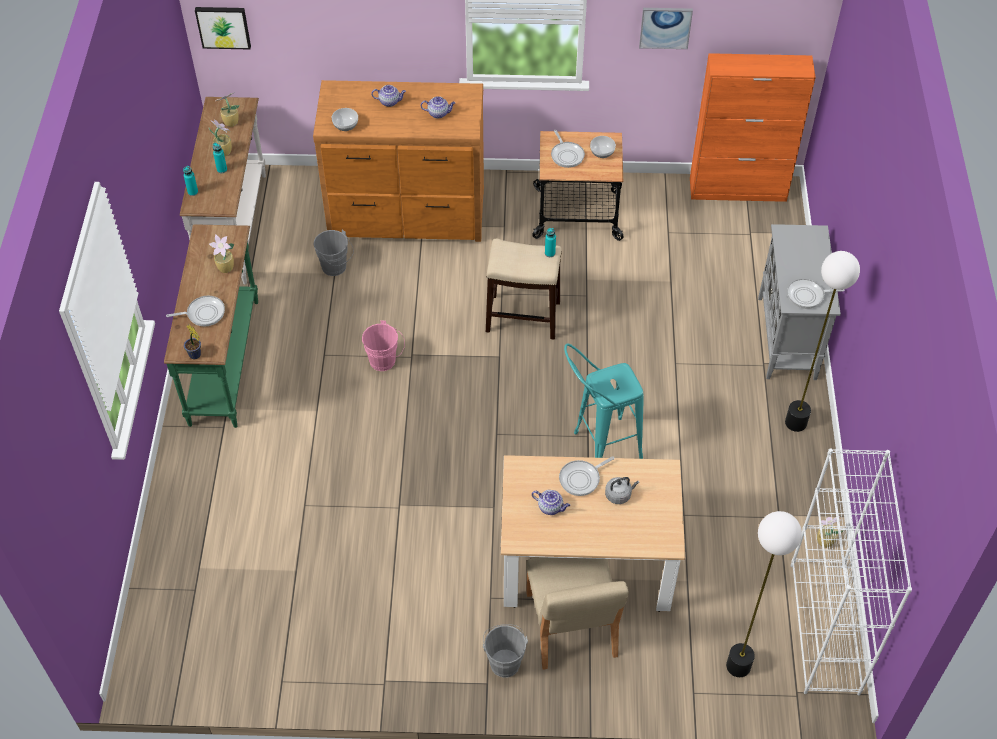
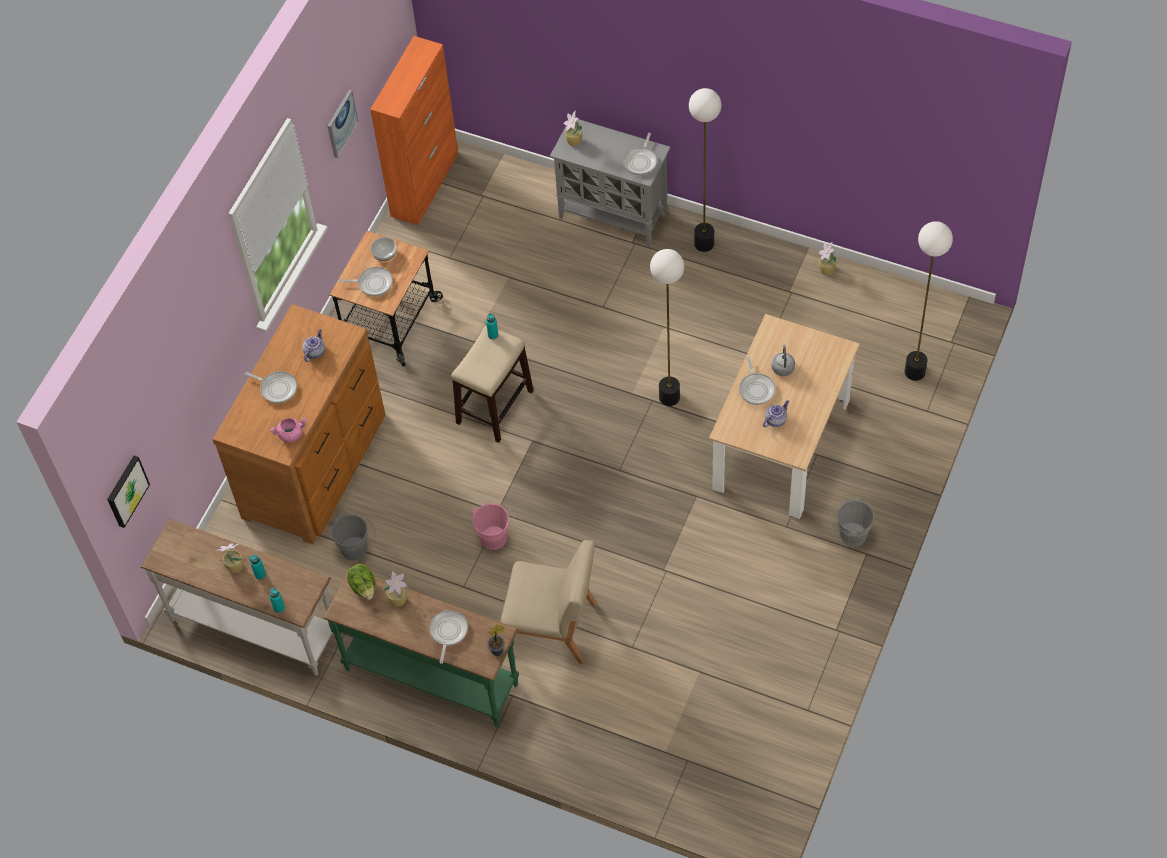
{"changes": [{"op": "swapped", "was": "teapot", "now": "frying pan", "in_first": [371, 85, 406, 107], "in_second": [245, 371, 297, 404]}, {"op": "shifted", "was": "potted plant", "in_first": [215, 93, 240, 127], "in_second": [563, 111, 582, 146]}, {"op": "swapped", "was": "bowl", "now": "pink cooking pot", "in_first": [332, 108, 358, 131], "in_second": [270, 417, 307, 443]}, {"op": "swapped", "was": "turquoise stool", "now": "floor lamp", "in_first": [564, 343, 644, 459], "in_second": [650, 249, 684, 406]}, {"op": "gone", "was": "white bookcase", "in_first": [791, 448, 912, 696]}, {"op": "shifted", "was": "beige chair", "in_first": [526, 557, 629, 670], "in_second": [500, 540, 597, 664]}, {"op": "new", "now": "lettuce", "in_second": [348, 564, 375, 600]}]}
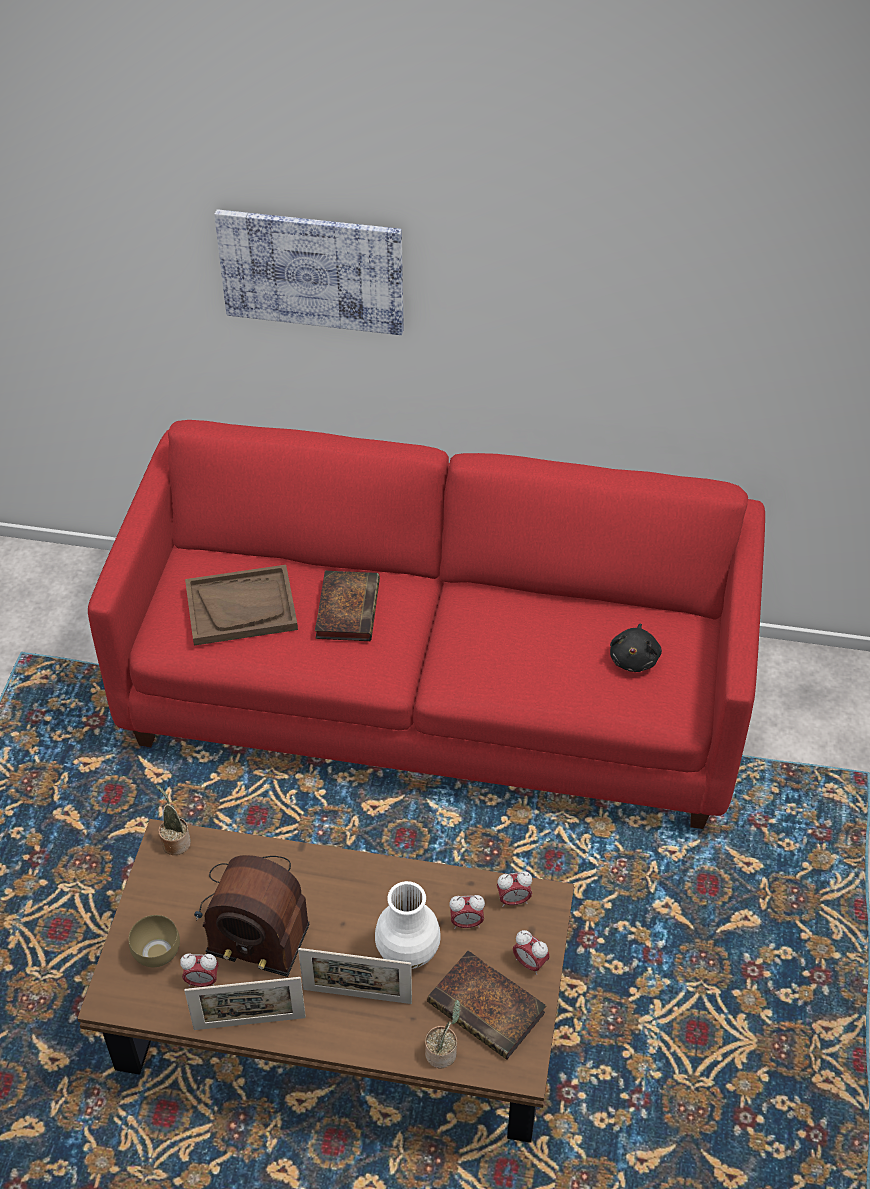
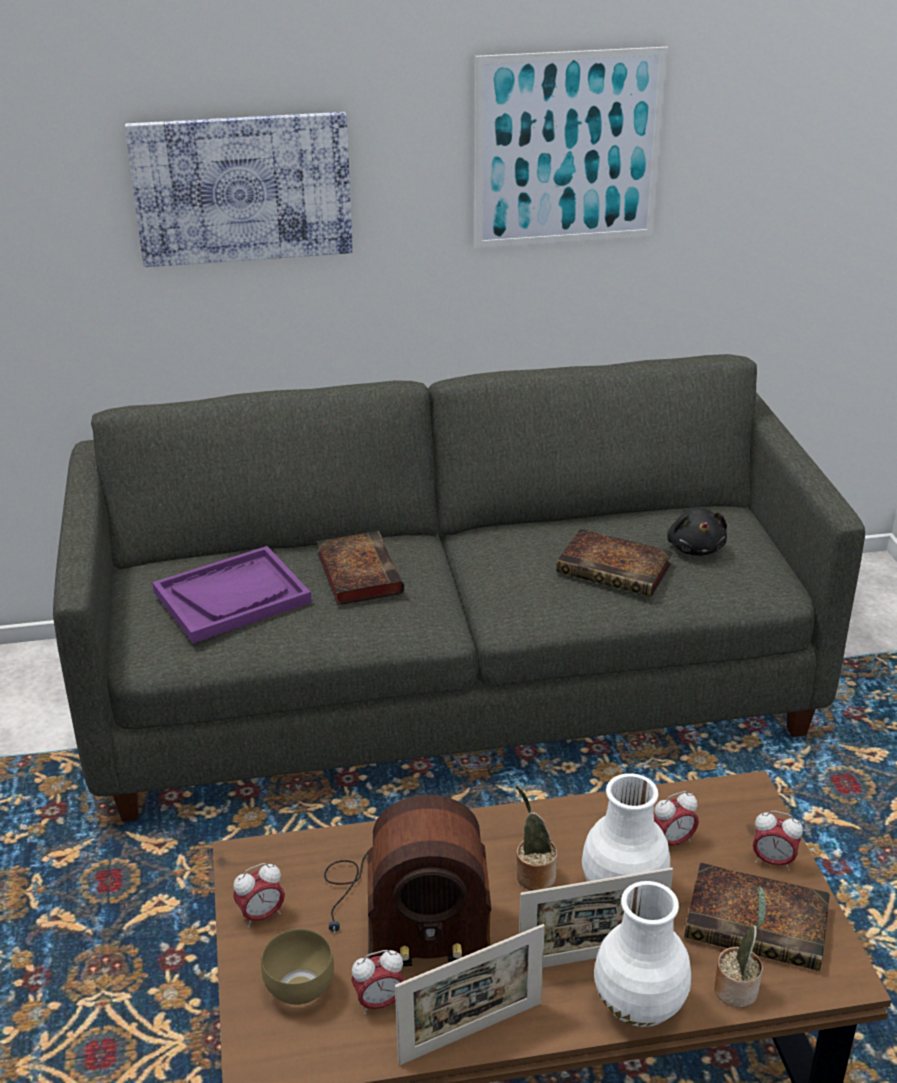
{"changes": [{"op": "repainted", "was": "red sofa", "now": "grey sofa", "in_first": [88, 420, 765, 829], "in_second": [53, 354, 865, 821]}, {"op": "repainted", "was": "brown tray", "now": "purple tray", "in_first": [185, 565, 298, 646], "in_second": [152, 546, 312, 643]}, {"op": "shifted", "was": "potted plant", "in_first": [156, 785, 191, 855], "in_second": [516, 785, 557, 891]}, {"op": "shifted", "was": "alarm clock", "in_first": [497, 872, 532, 907], "in_second": [233, 863, 285, 928]}, {"op": "new", "now": "picture", "in_second": [475, 47, 668, 248]}, {"op": "new", "now": "book", "in_second": [556, 529, 673, 597]}, {"op": "new", "now": "white vase", "in_second": [594, 881, 691, 1027]}]}
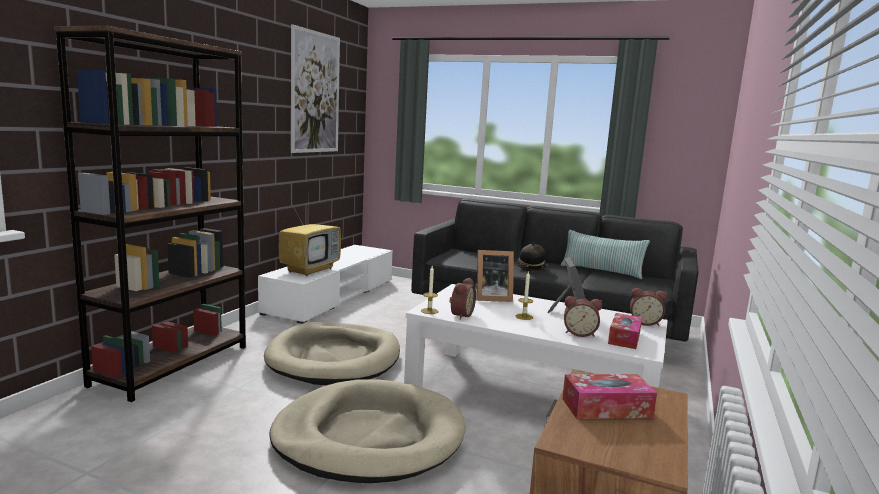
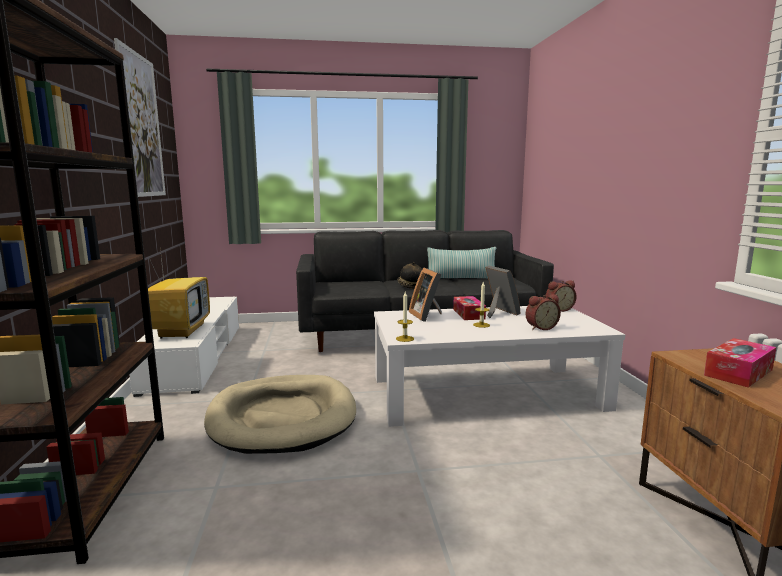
{"changes": [{"op": "rotated", "was": "picture frame", "in_first": [475, 250, 514, 302], "in_second": [409, 267, 442, 322], "clockwise": 105}, {"op": "gone", "was": "alarm clock", "in_first": [450, 278, 476, 320]}, {"op": "shifted", "was": "tissue box", "in_first": [608, 313, 642, 349], "in_second": [453, 296, 486, 320]}, {"op": "gone", "was": "beige dog bed", "in_first": [269, 379, 466, 483]}]}
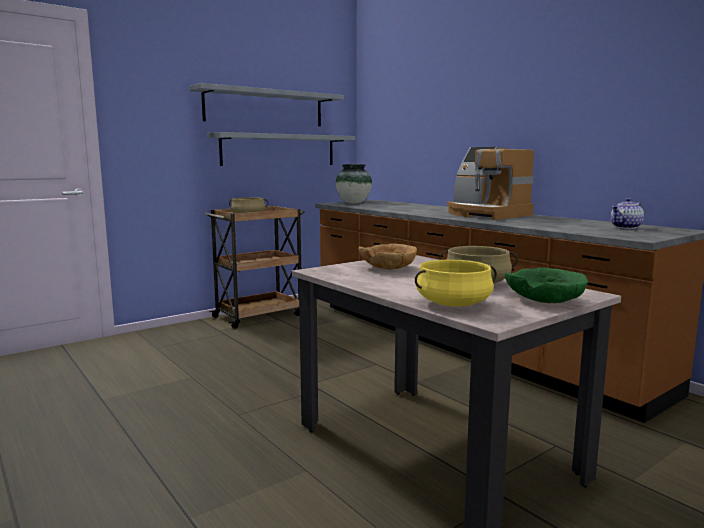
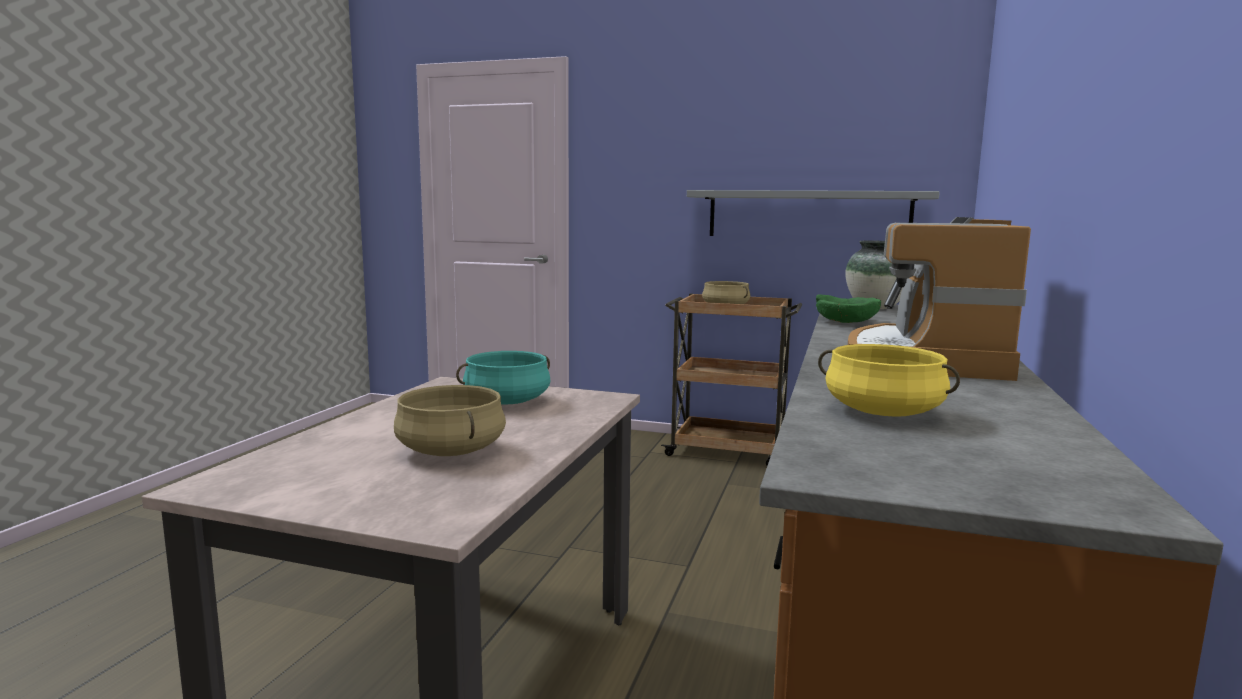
{"changes": [{"op": "gone", "was": "grey shelf", "in_first": [189, 83, 344, 126]}, {"op": "gone", "was": "teapot", "in_first": [611, 198, 644, 229]}, {"op": "swapped", "was": "brown bowl", "now": "turquoise cooking pot", "in_first": [358, 243, 417, 270], "in_second": [456, 351, 550, 404]}, {"op": "shifted", "was": "yellow cooking pot", "in_first": [415, 259, 497, 307], "in_second": [818, 344, 960, 417]}, {"op": "shifted", "was": "green bowl", "in_first": [505, 267, 588, 303], "in_second": [816, 294, 881, 323]}]}
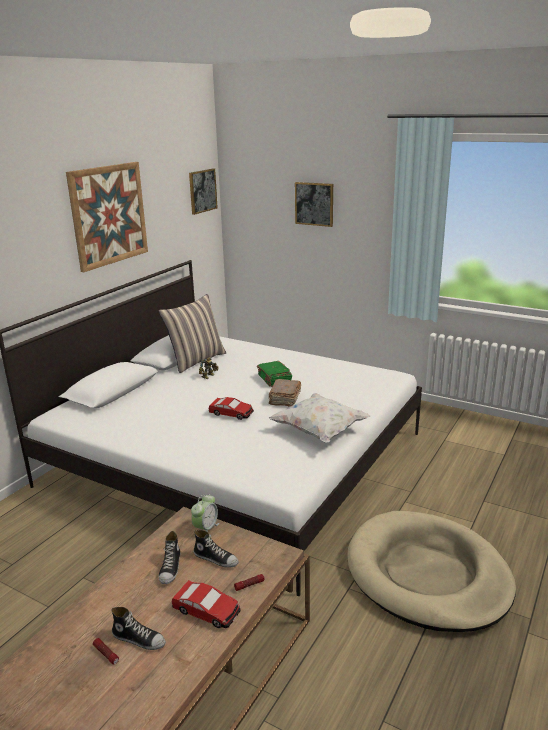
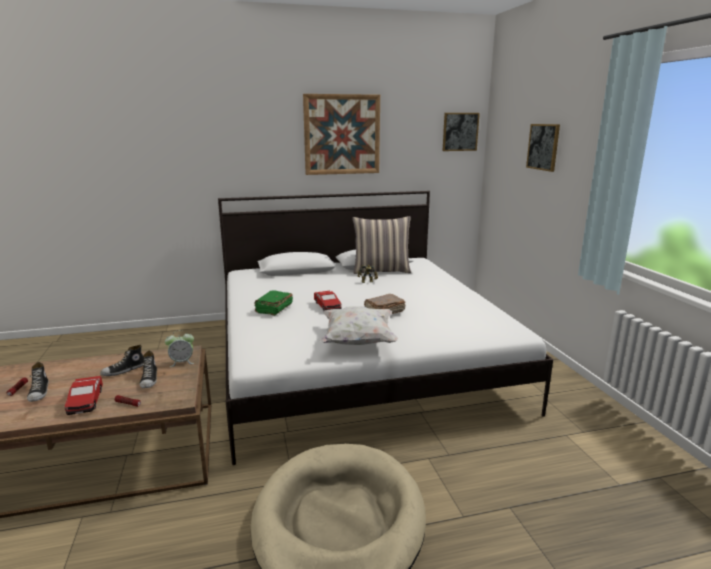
{"changes": [{"op": "shifted", "was": "green book", "in_first": [257, 361, 292, 387], "in_second": [255, 290, 293, 316]}]}
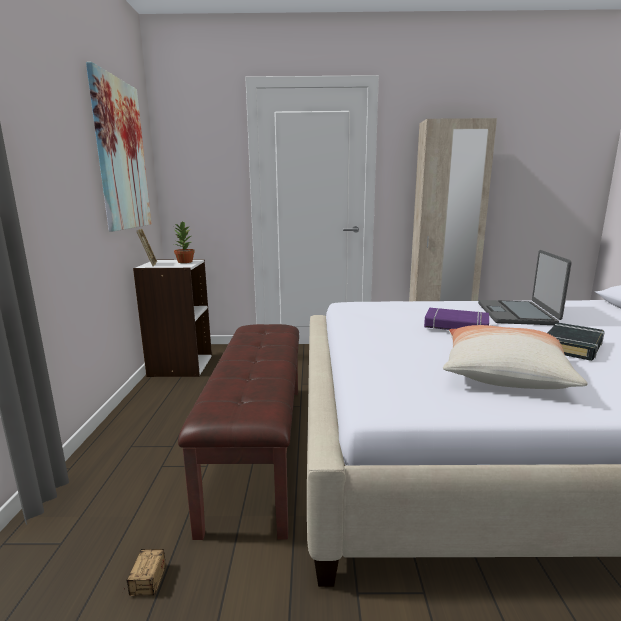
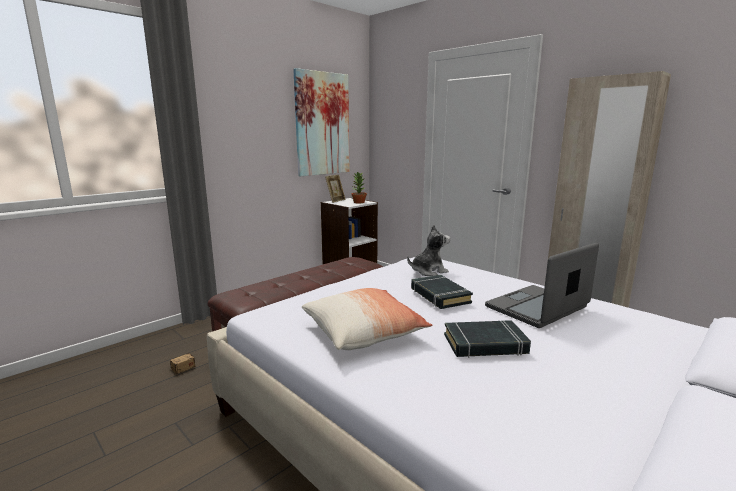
{"changes": [{"op": "repainted", "was": "purple book", "now": "black book", "in_first": [424, 308, 489, 330], "in_second": [411, 275, 473, 309]}, {"op": "new", "now": "plush toy", "in_second": [407, 224, 450, 276]}]}
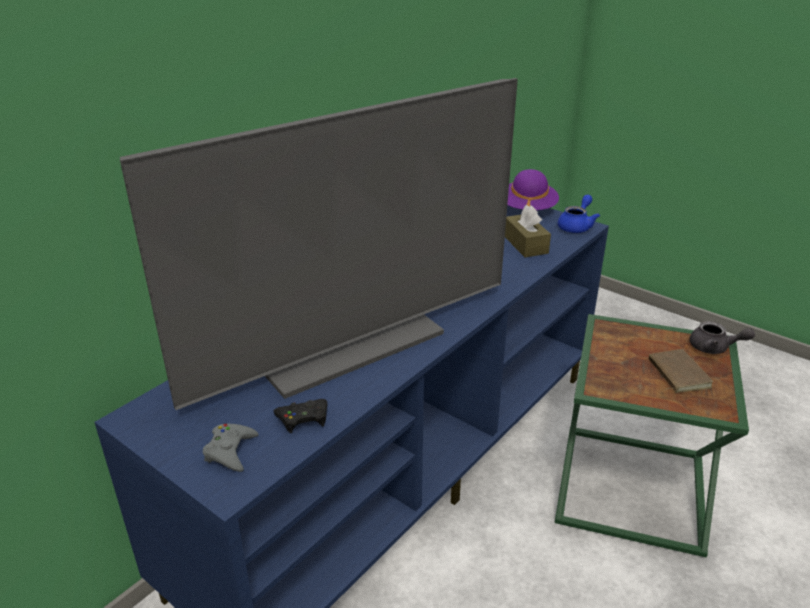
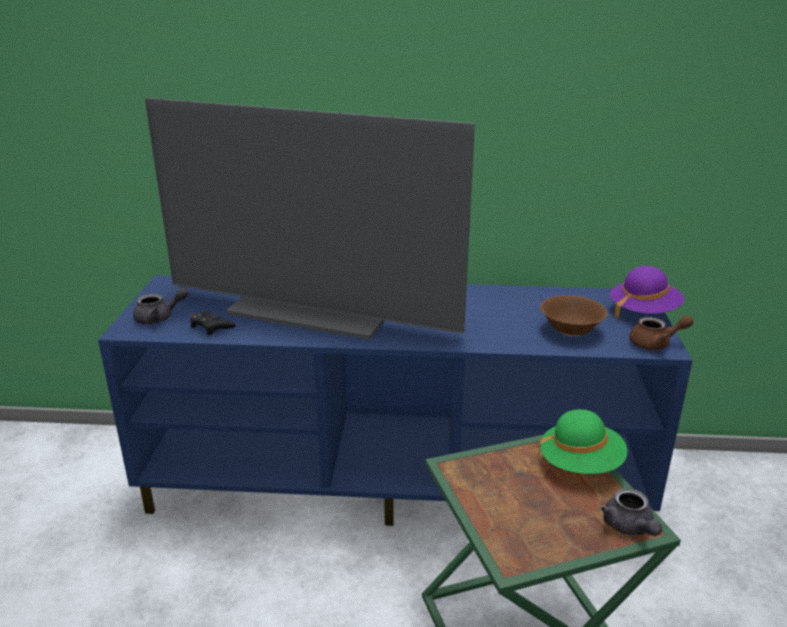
{"changes": [{"op": "repainted", "was": "blue teapot", "now": "brown teapot", "in_first": [558, 195, 600, 233], "in_second": [629, 315, 694, 350]}, {"op": "swapped", "was": "brown tissue box", "now": "brown bowl", "in_first": [505, 205, 551, 257], "in_second": [540, 295, 608, 337]}, {"op": "gone", "was": "brown book", "in_first": [649, 349, 713, 393]}, {"op": "swapped", "was": "grey game controller", "now": "grey teapot", "in_first": [203, 424, 259, 472], "in_second": [133, 288, 189, 324]}, {"op": "new", "now": "green hat", "in_second": [538, 409, 627, 474]}]}
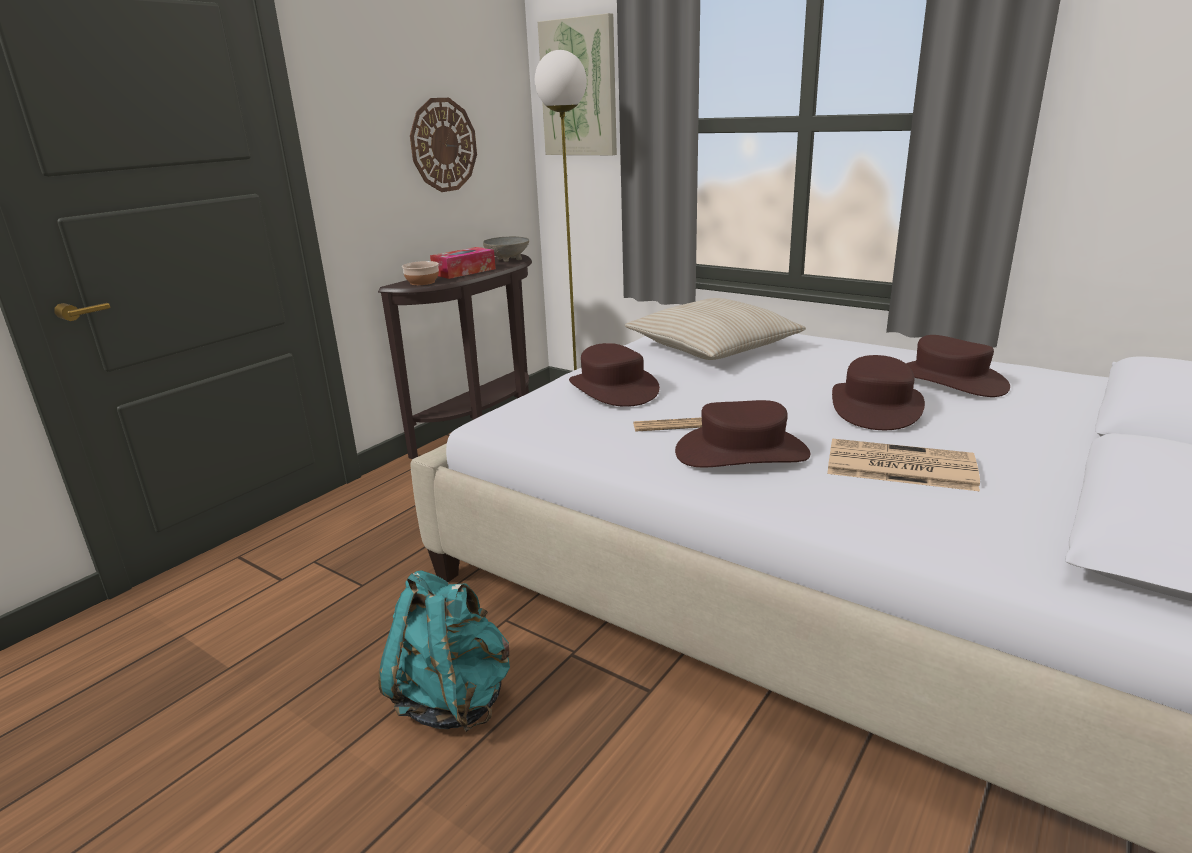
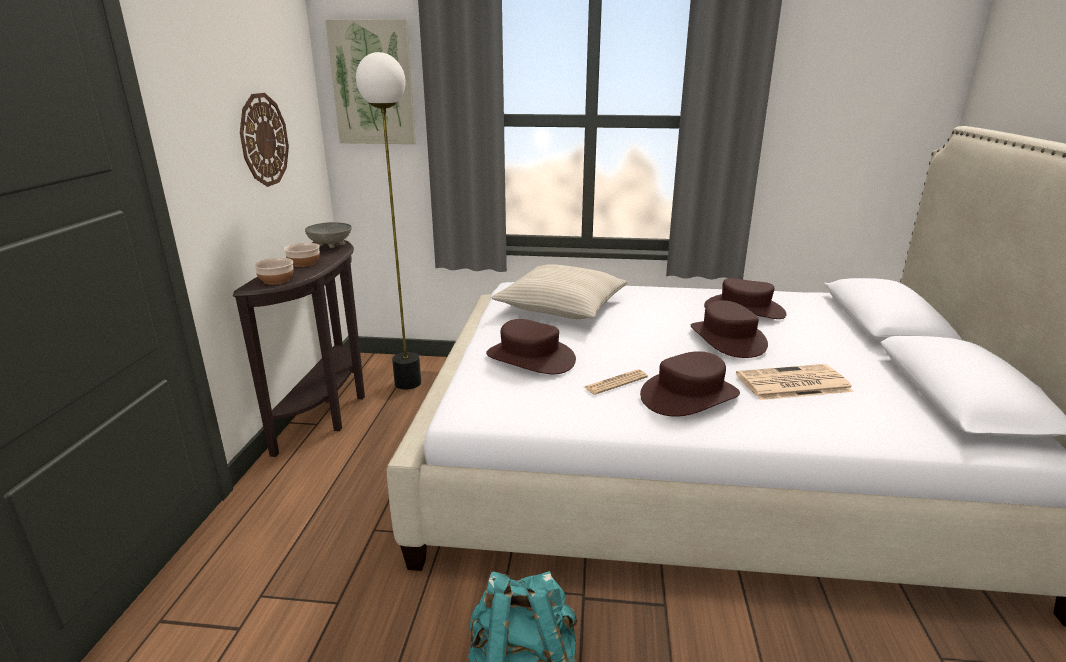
{"changes": [{"op": "swapped", "was": "tissue box", "now": "bowl", "in_first": [430, 247, 496, 279], "in_second": [284, 243, 320, 267]}]}
